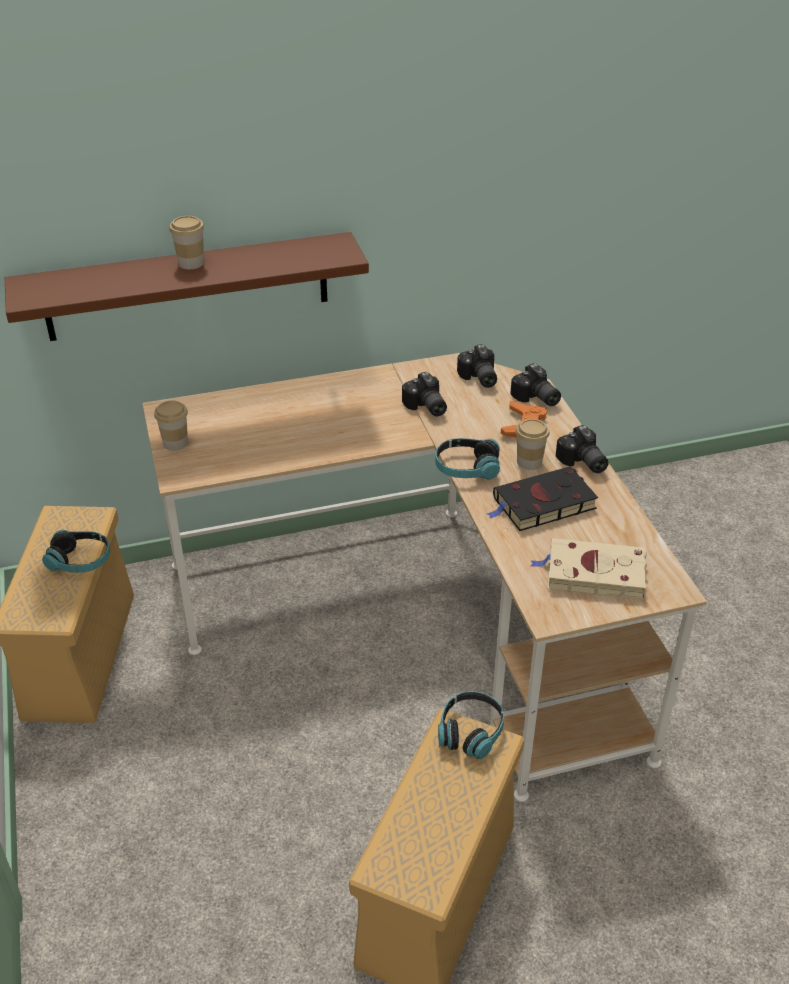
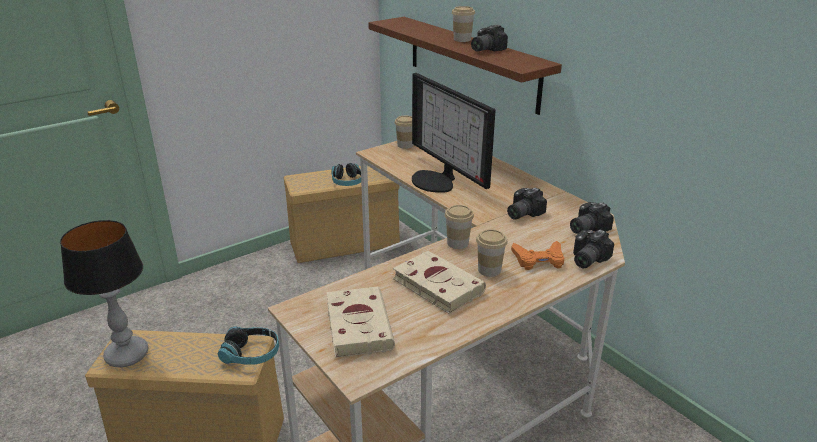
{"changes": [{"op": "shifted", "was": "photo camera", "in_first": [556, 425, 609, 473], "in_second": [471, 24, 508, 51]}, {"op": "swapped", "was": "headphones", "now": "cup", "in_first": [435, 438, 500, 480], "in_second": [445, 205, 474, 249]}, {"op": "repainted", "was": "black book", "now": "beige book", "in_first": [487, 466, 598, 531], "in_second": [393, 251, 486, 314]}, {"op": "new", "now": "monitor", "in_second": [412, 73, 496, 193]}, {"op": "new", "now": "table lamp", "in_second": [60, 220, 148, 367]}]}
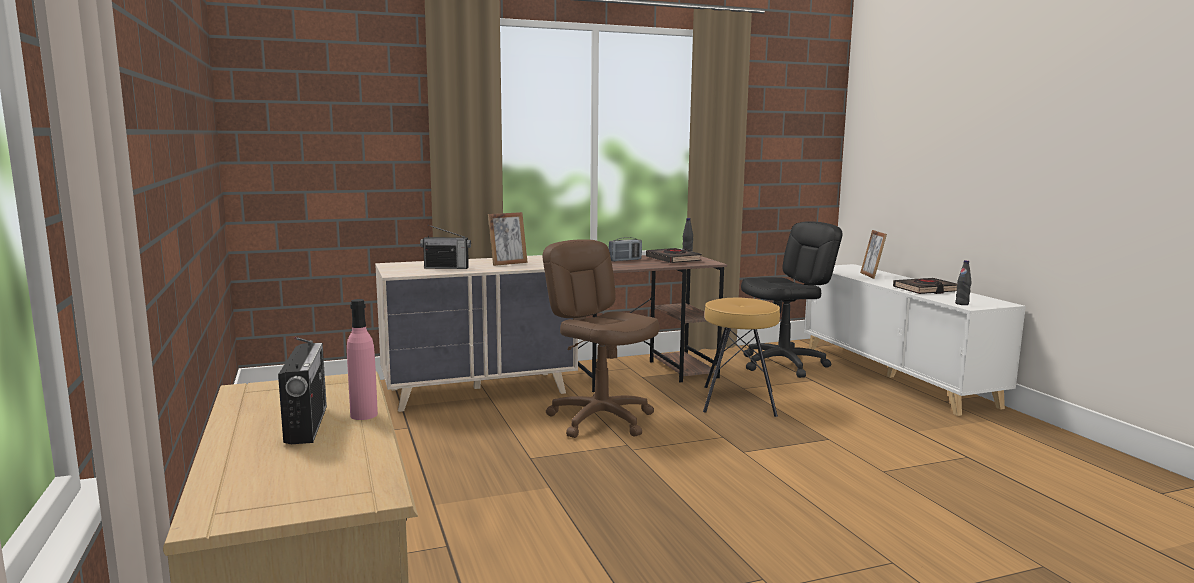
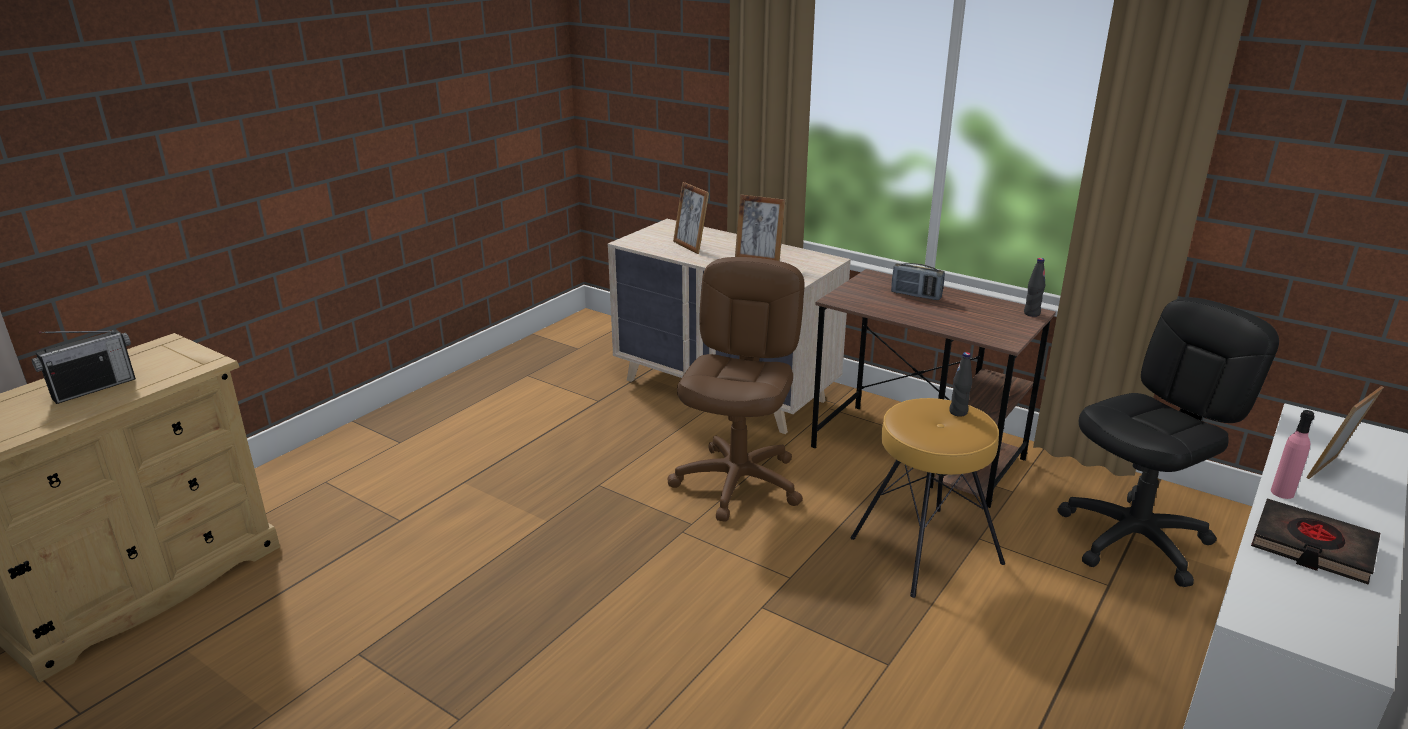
{"changes": [{"op": "rotated", "was": "black office chair", "in_first": [741, 221, 842, 378], "in_second": [1057, 297, 1279, 587], "clockwise": -60}, {"op": "swapped", "was": "radio", "now": "picture frame", "in_first": [420, 225, 471, 269], "in_second": [673, 182, 709, 254]}, {"op": "gone", "was": "black book", "in_first": [646, 248, 702, 263]}, {"op": "shifted", "was": "black bottle", "in_first": [955, 260, 972, 305], "in_second": [949, 352, 972, 417]}, {"op": "shifted", "was": "pink bottle", "in_first": [347, 299, 378, 420], "in_second": [1271, 410, 1315, 499]}]}
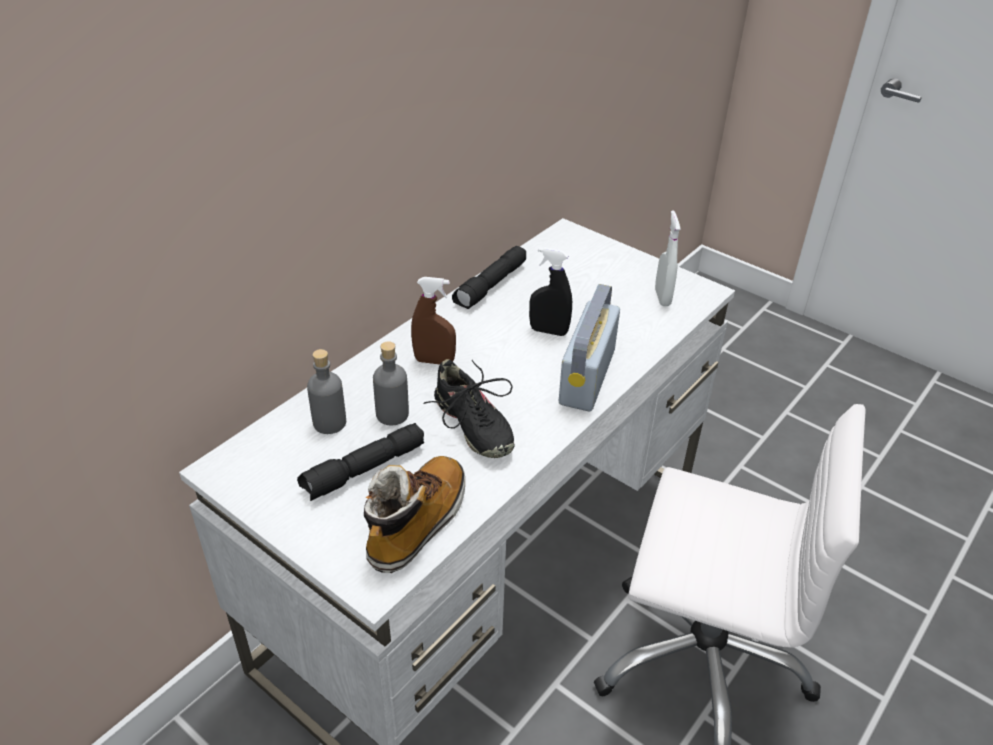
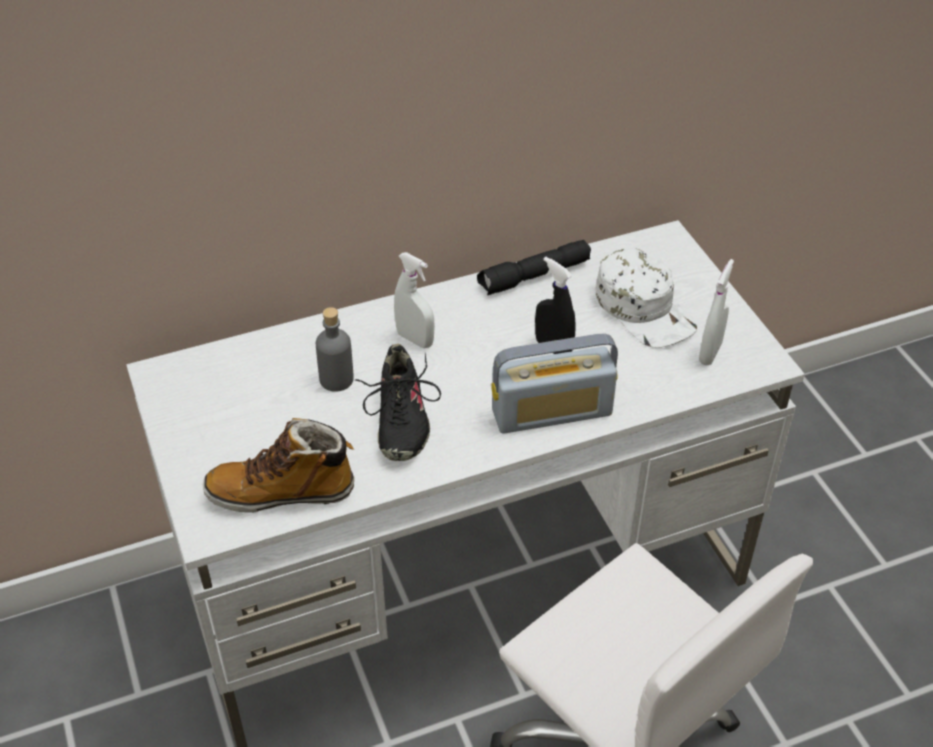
{"changes": [{"op": "repainted", "was": "brown spray bottle", "now": "white spray bottle", "in_first": [411, 277, 456, 364], "in_second": [394, 252, 435, 348]}, {"op": "rotated", "was": "radio", "in_first": [559, 284, 620, 411], "in_second": [491, 333, 618, 434], "clockwise": -150}, {"op": "gone", "was": "grey bottle", "in_first": [307, 349, 346, 434]}, {"op": "gone", "was": "black flashlight", "in_first": [297, 423, 424, 501]}, {"op": "rotated", "was": "boot", "in_first": [364, 456, 465, 573], "in_second": [203, 418, 354, 513], "clockwise": -150}, {"op": "new", "now": "white cap", "in_second": [596, 248, 697, 348]}]}
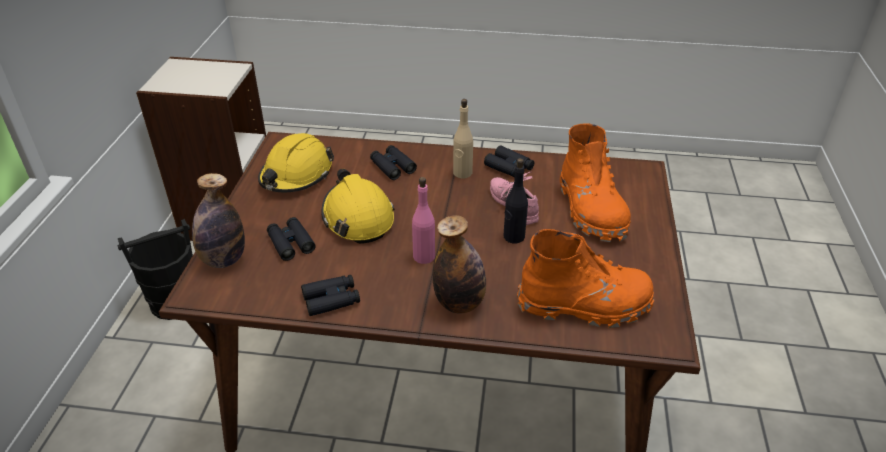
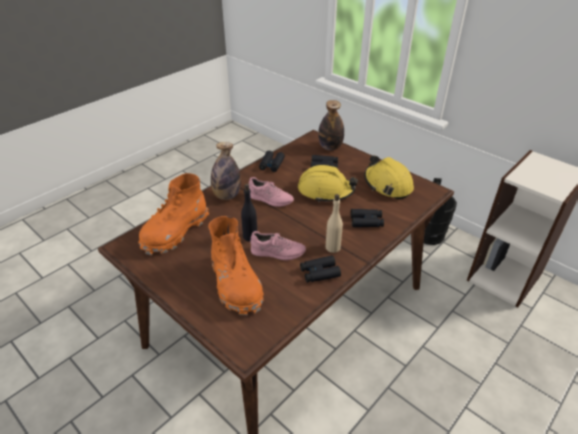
{"changes": [{"op": "rotated", "was": "orange boot", "in_first": [560, 123, 631, 242], "in_second": [208, 216, 264, 315], "clockwise": -135}, {"op": "swapped", "was": "pink bottle", "now": "pink shoe", "in_first": [412, 177, 435, 264], "in_second": [249, 177, 294, 207]}]}
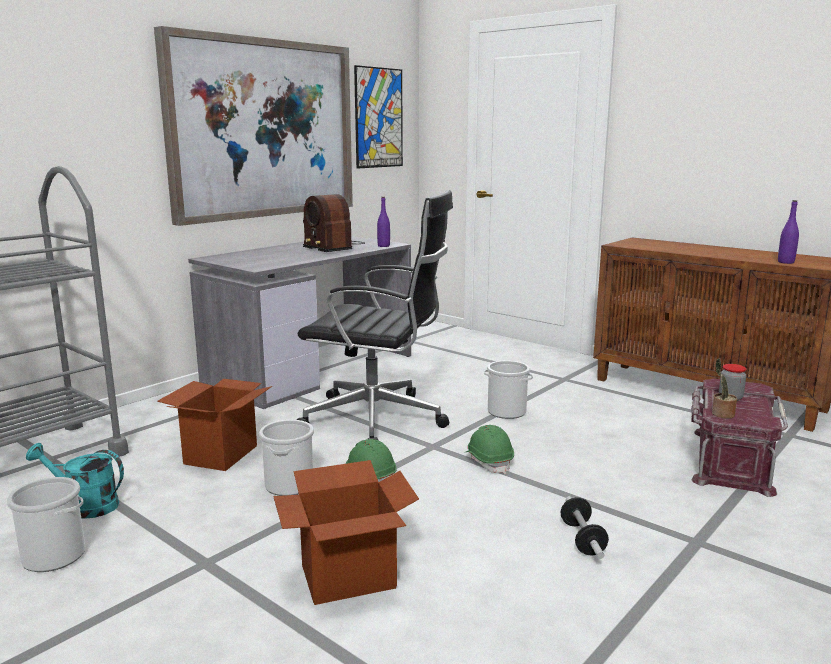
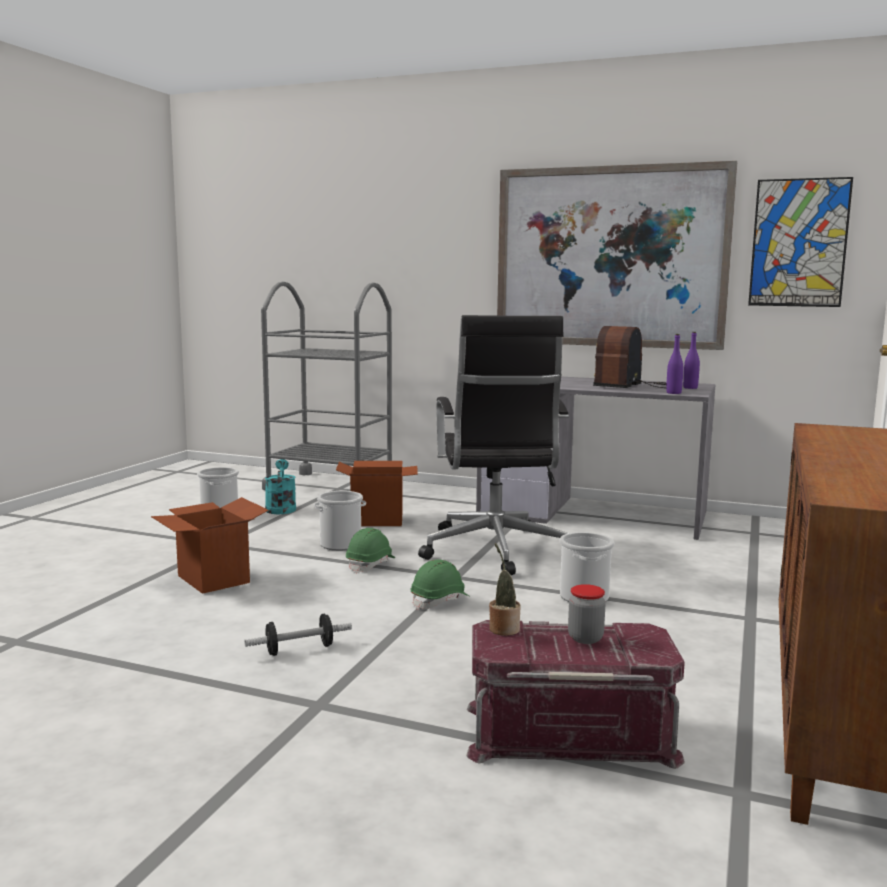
{"changes": [{"op": "shifted", "was": "purple bottle", "in_first": [778, 200, 799, 264], "in_second": [683, 332, 700, 389]}]}
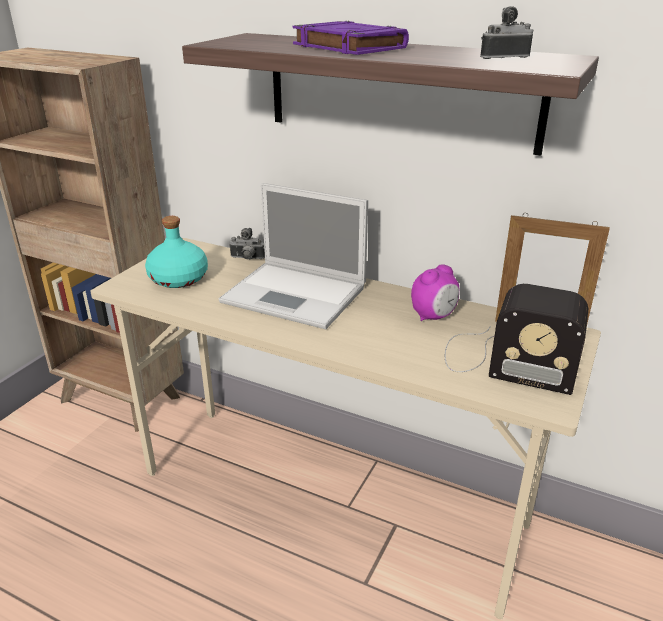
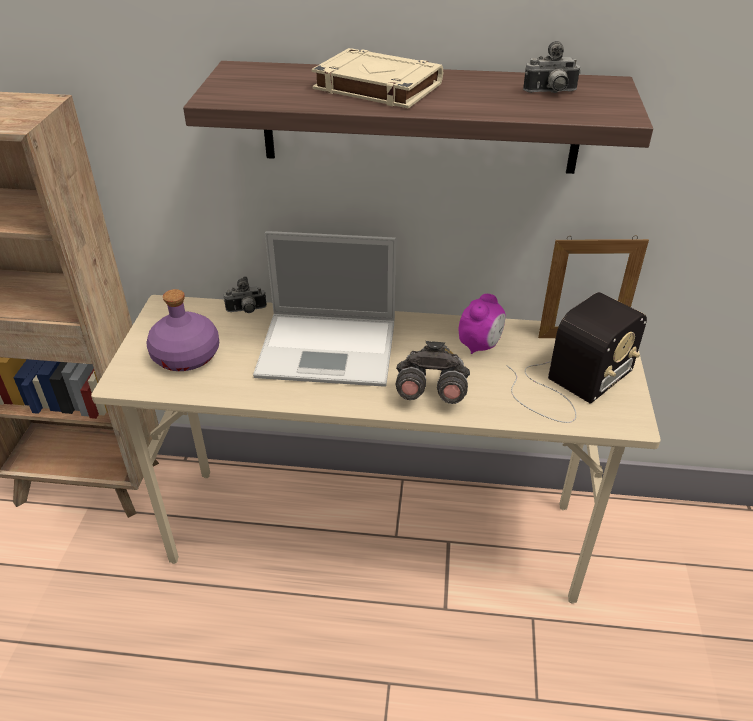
{"changes": [{"op": "rotated", "was": "photo camera", "in_first": [480, 6, 533, 59], "in_second": [523, 41, 581, 93], "clockwise": -150}, {"op": "repainted", "was": "purple book", "now": "beige book", "in_first": [293, 20, 409, 55], "in_second": [311, 48, 443, 109]}, {"op": "repainted", "was": "turquoise bottle", "now": "purple bottle", "in_first": [145, 216, 208, 288], "in_second": [147, 289, 219, 371]}, {"op": "rotated", "was": "radio", "in_first": [445, 284, 588, 395], "in_second": [507, 292, 647, 423], "clockwise": -45}, {"op": "new", "now": "grey binoculars", "in_second": [395, 341, 470, 404]}]}
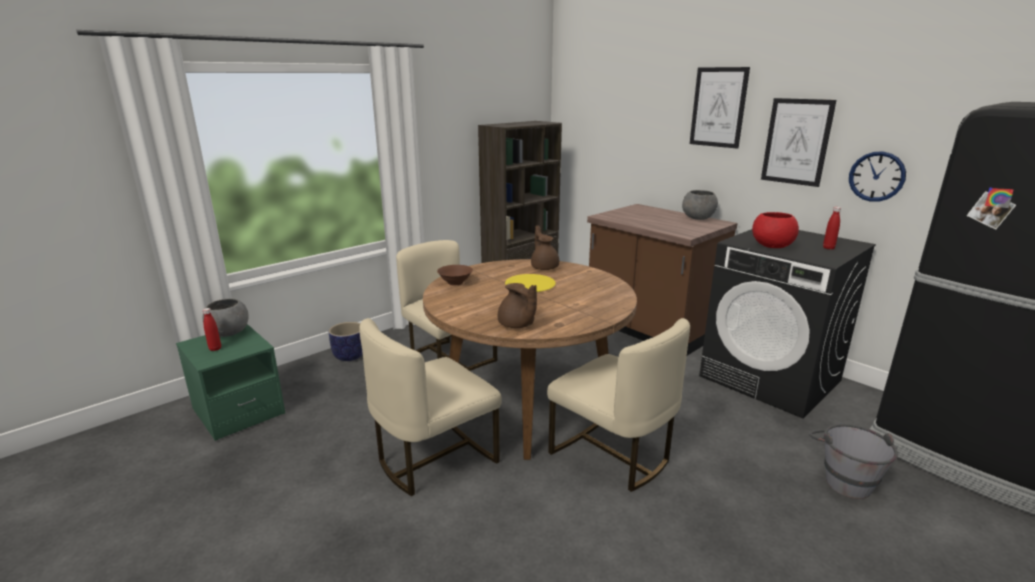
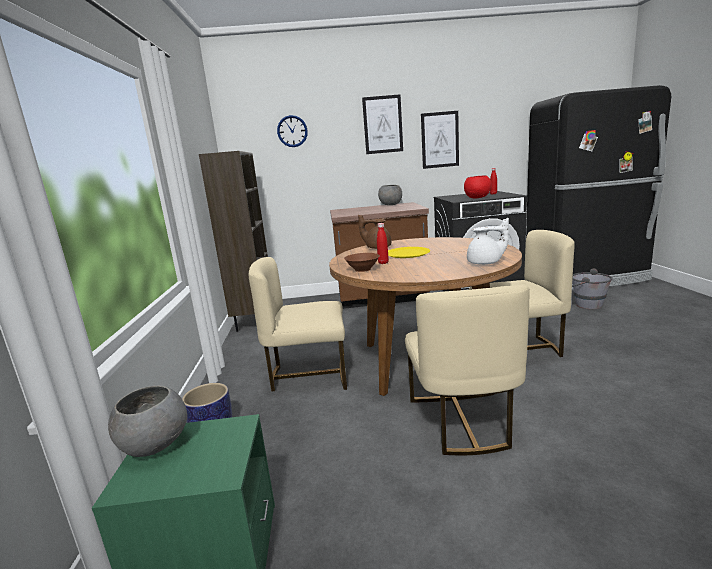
{"changes": [{"op": "shifted", "was": "wall clock", "in_first": [849, 151, 906, 202], "in_second": [277, 115, 308, 147]}, {"op": "repainted", "was": "brown teapot", "now": "white teapot", "in_first": [498, 283, 537, 328], "in_second": [467, 218, 509, 265]}, {"op": "shifted", "was": "red bottle", "in_first": [203, 308, 221, 351], "in_second": [377, 223, 389, 264]}]}
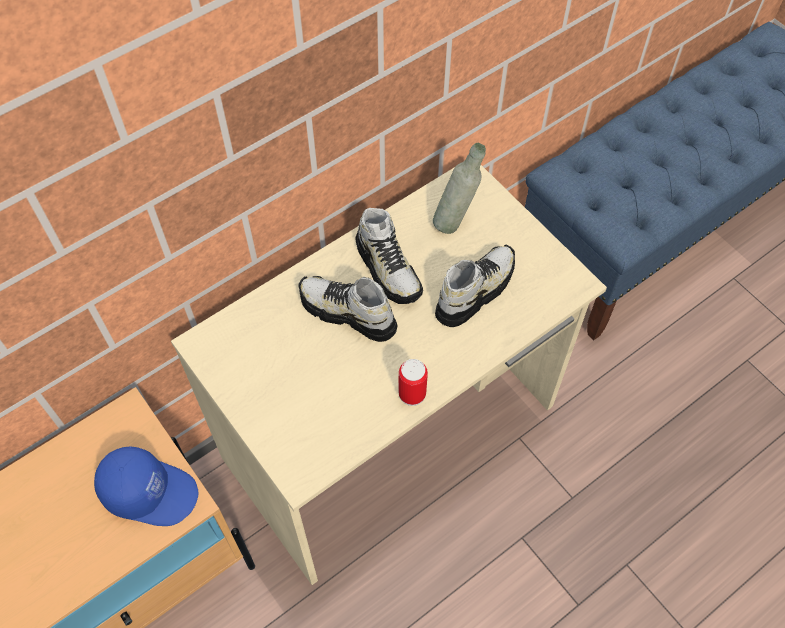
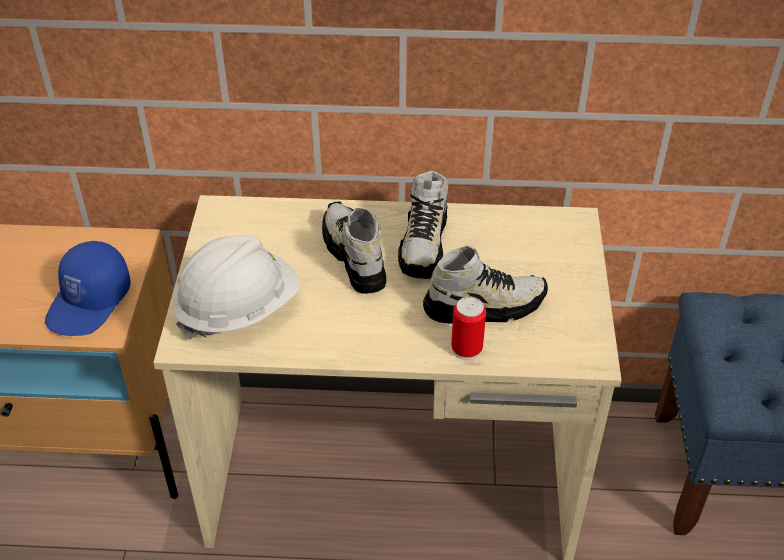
{"changes": [{"op": "gone", "was": "grey bottle", "in_first": [433, 143, 486, 234]}, {"op": "shifted", "was": "can", "in_first": [398, 359, 428, 406], "in_second": [451, 296, 486, 360]}, {"op": "rotated", "was": "blue cap", "in_first": [94, 447, 198, 526], "in_second": [45, 241, 130, 336], "clockwise": 60}, {"op": "new", "now": "white hard hat", "in_second": [173, 235, 301, 340]}]}
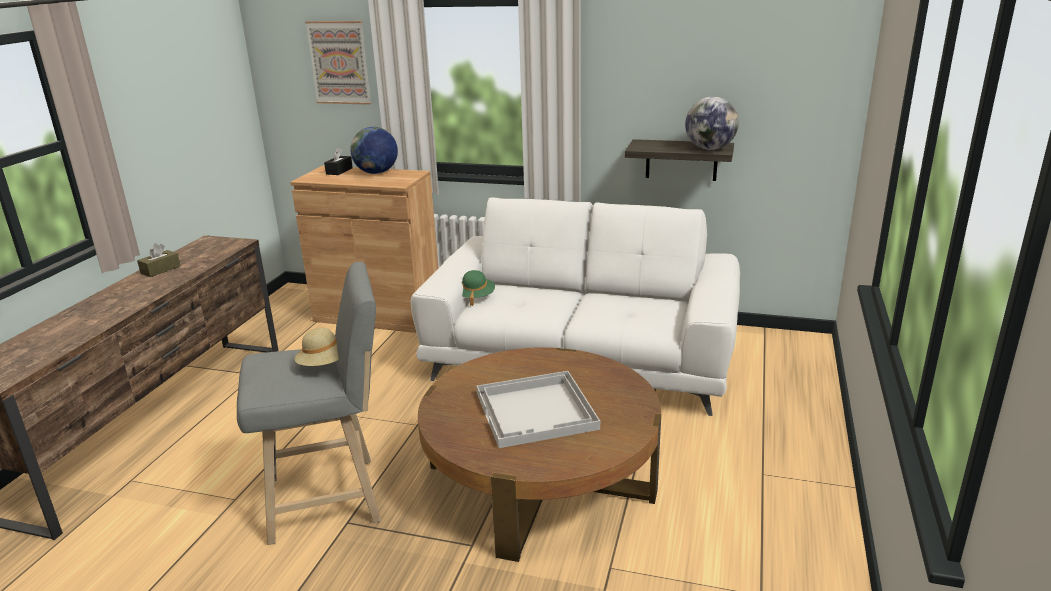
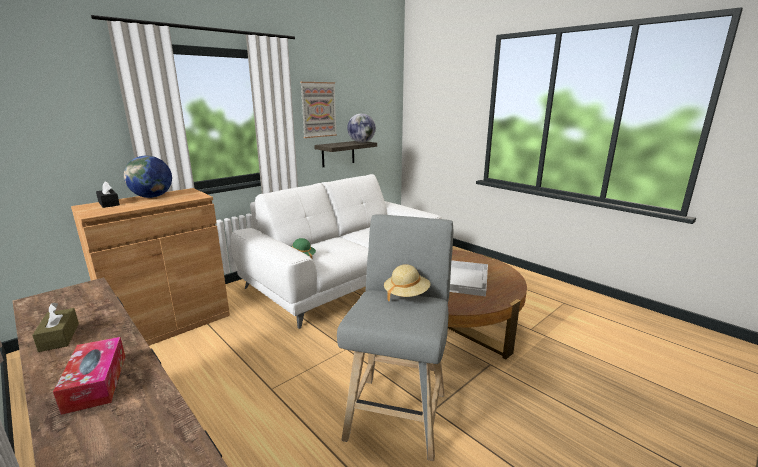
{"changes": [{"op": "shifted", "was": "picture", "in_first": [305, 21, 372, 105], "in_second": [300, 82, 337, 138]}, {"op": "new", "now": "tissue box", "in_second": [53, 337, 125, 415]}]}
